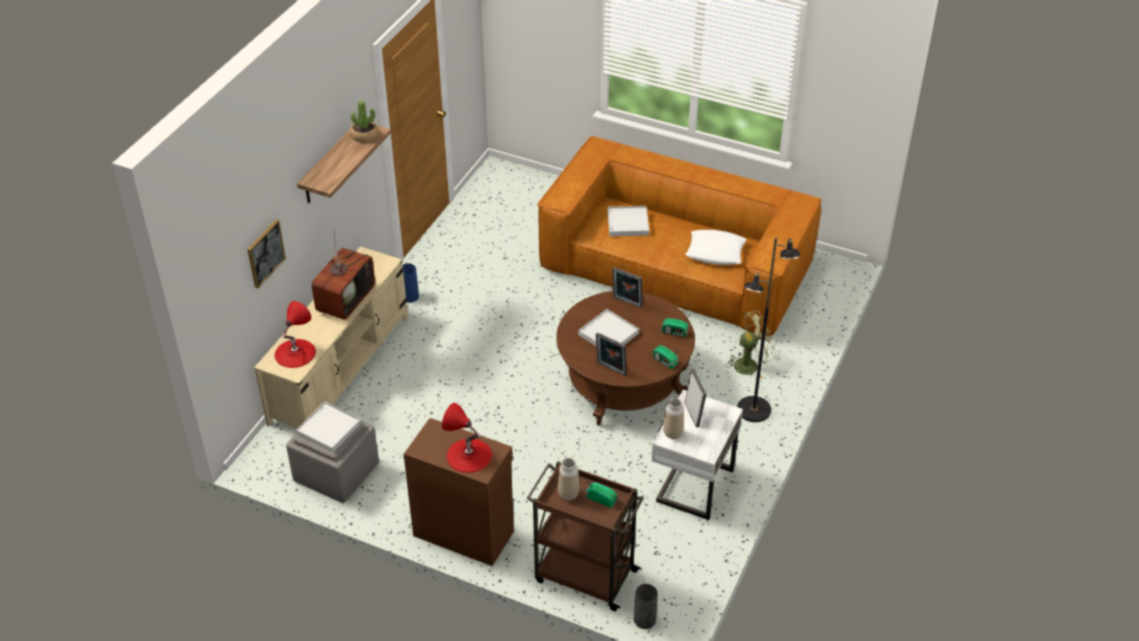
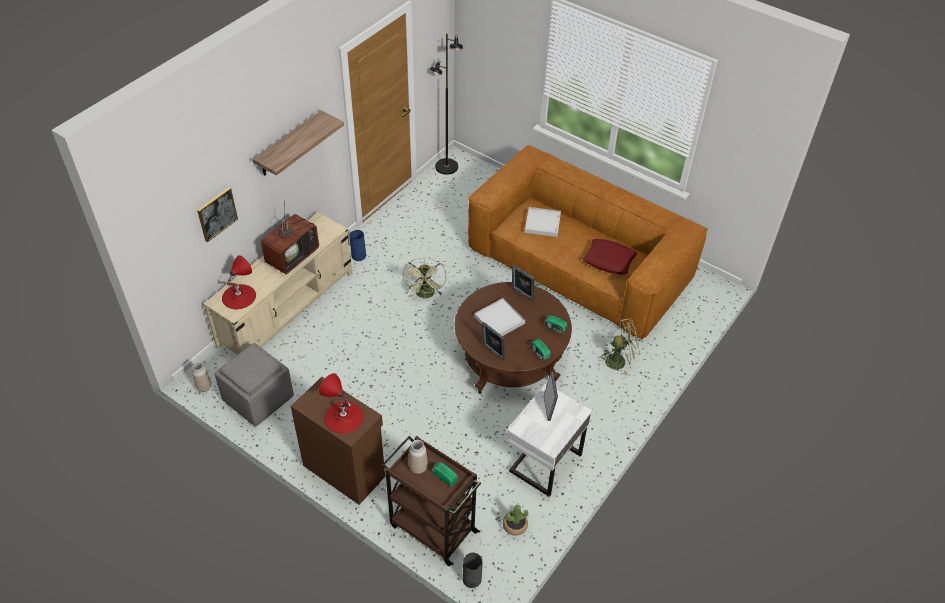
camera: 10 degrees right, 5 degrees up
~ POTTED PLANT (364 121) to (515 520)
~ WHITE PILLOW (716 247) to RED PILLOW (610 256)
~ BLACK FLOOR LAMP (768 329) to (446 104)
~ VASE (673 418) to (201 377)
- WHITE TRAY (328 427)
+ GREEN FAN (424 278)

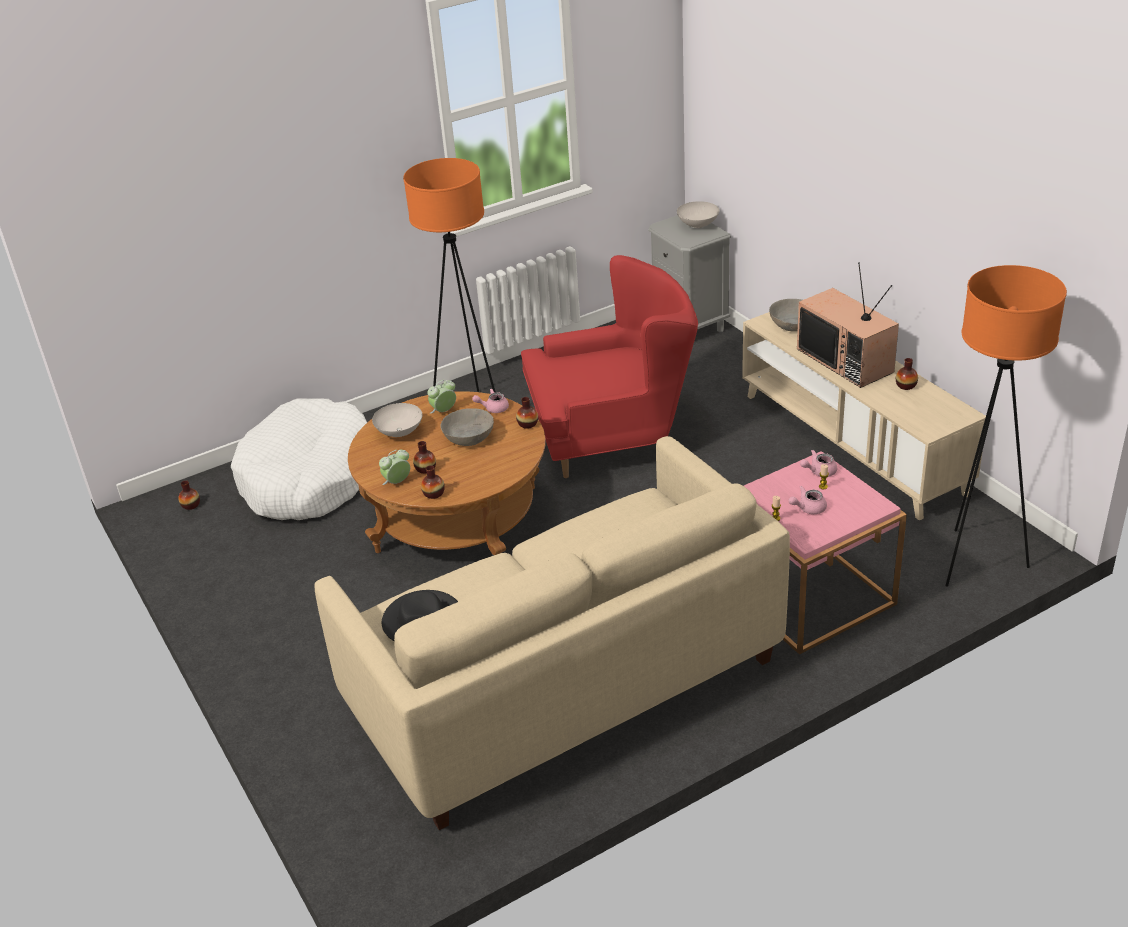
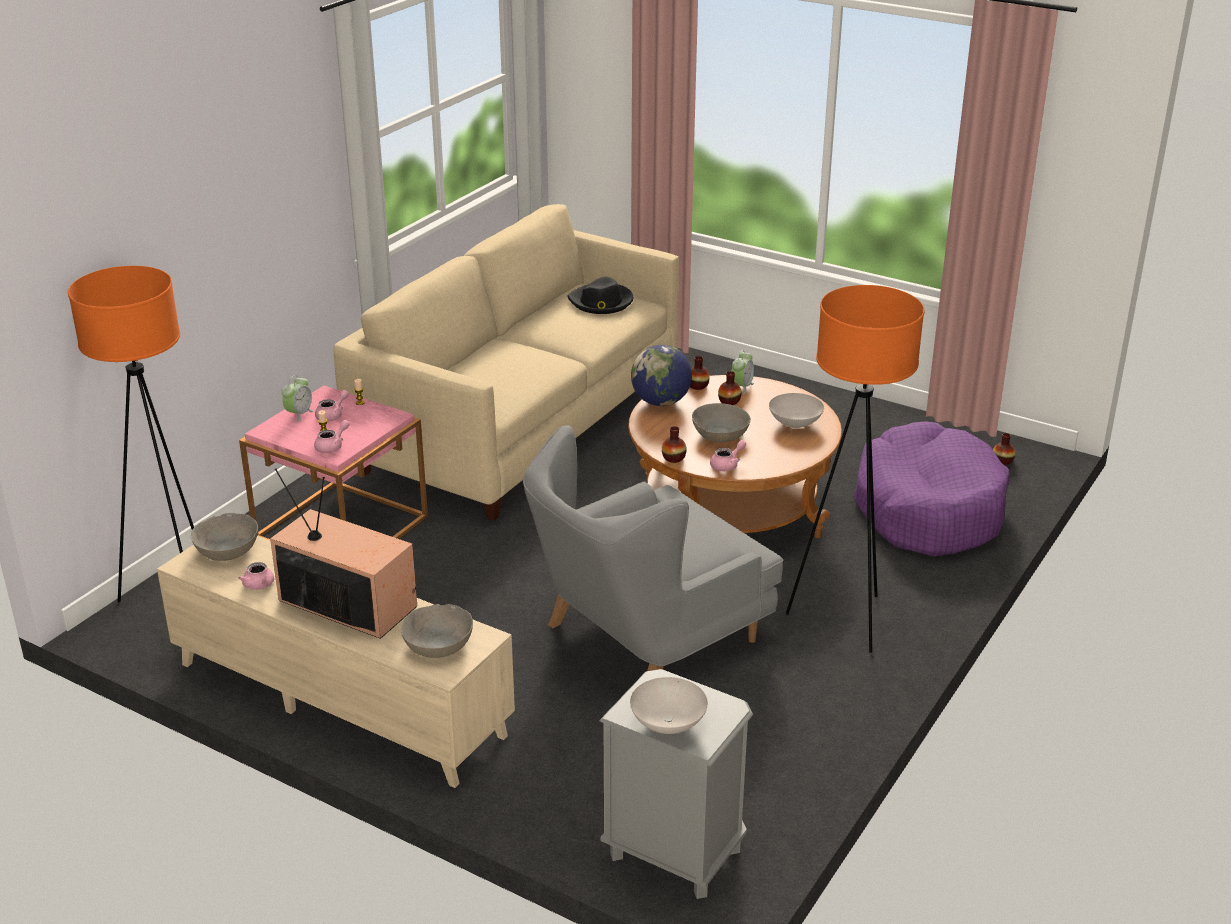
camera: 150 degrees right, 5 degrees down
~ RED ARMCHAIR (609 366) to GREY ARMCHAIR (653 548)
~ VASE (907 374) to PINK TEAPOT (256 576)
~ ALARM CLOCK (441 397) to (298 398)
~ WHITE DOG BED (299 459) to PURPLE DOG BED (931 489)
+ GLOBE (661 375)
+ GREY BOWL (224 537)

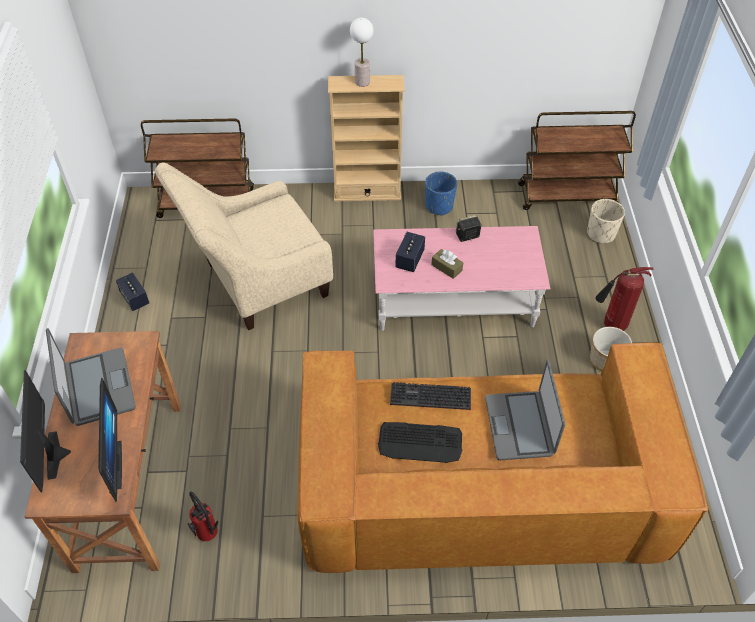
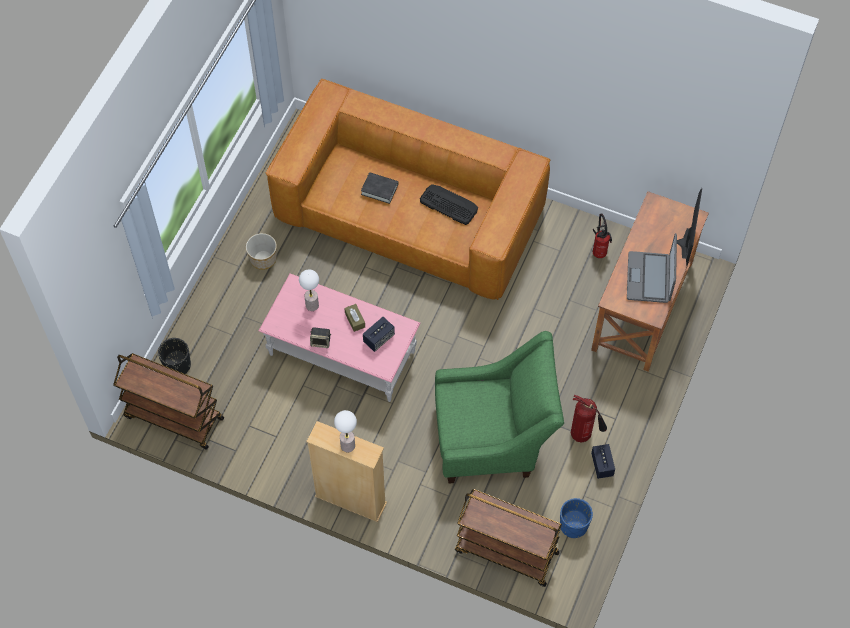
camera: 155 degrees left, 10 degrees up
~ BEIGE ARMCHAIR (244 246) to GREEN ARMCHAIR (499 407)
~ BLUE PLANTER (441 194) to (576 518)
~ BEIGE PLANTER (606 221) to BLACK PLANTER (174 356)
~ FIRE EXTINGUISHER (624 299) to (589 419)
~ LAPTOP (525 410) to BLACK BOOK (379 188)
- MONITOR (110 440)
- KEYBOARD (430 396)
+ TABLE LAMP (309 290)

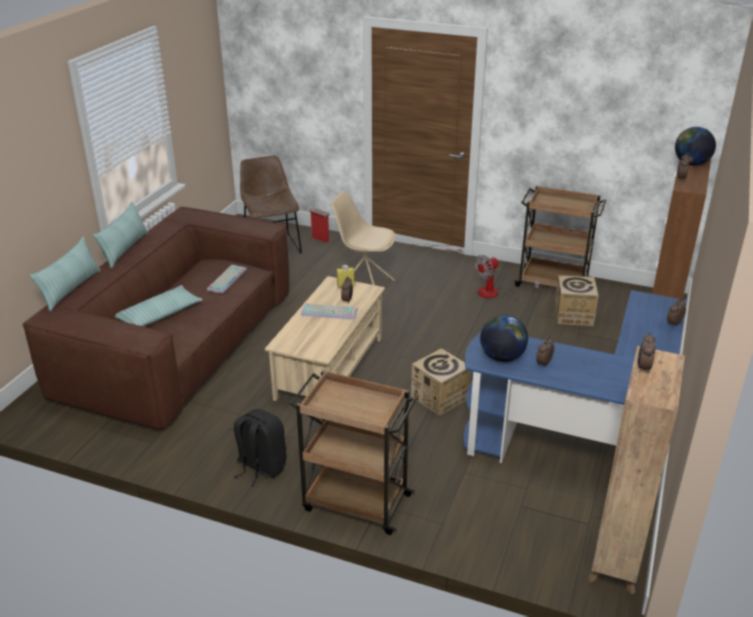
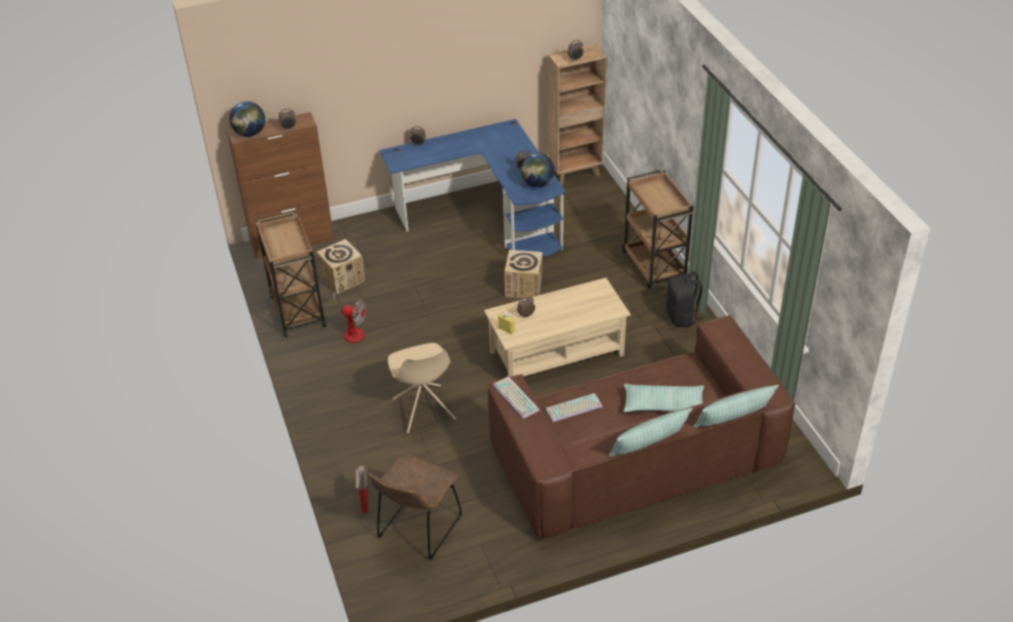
camera: 130 degrees left, 10 degrees up
~ KEYBOARD (329 311) to (516 397)

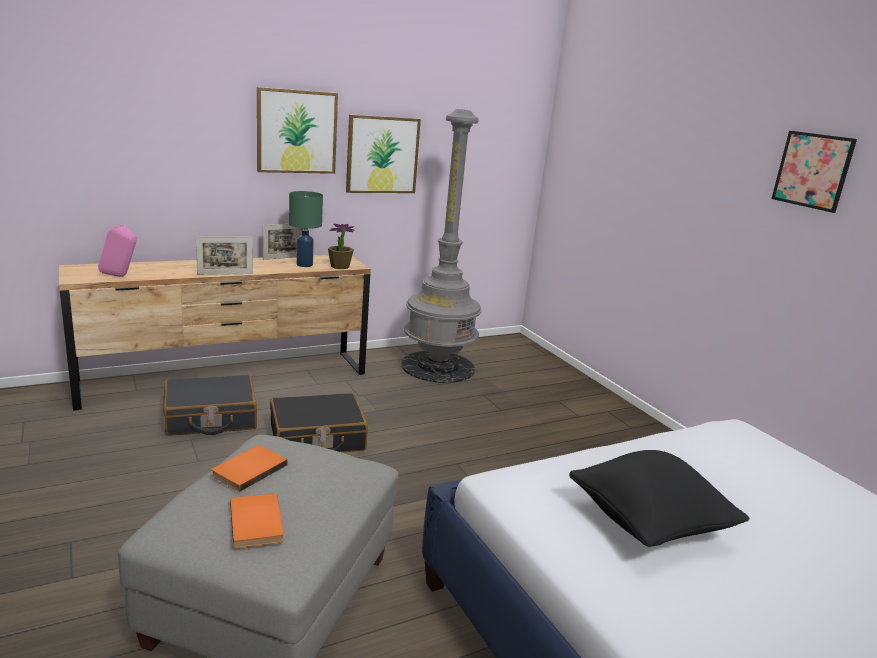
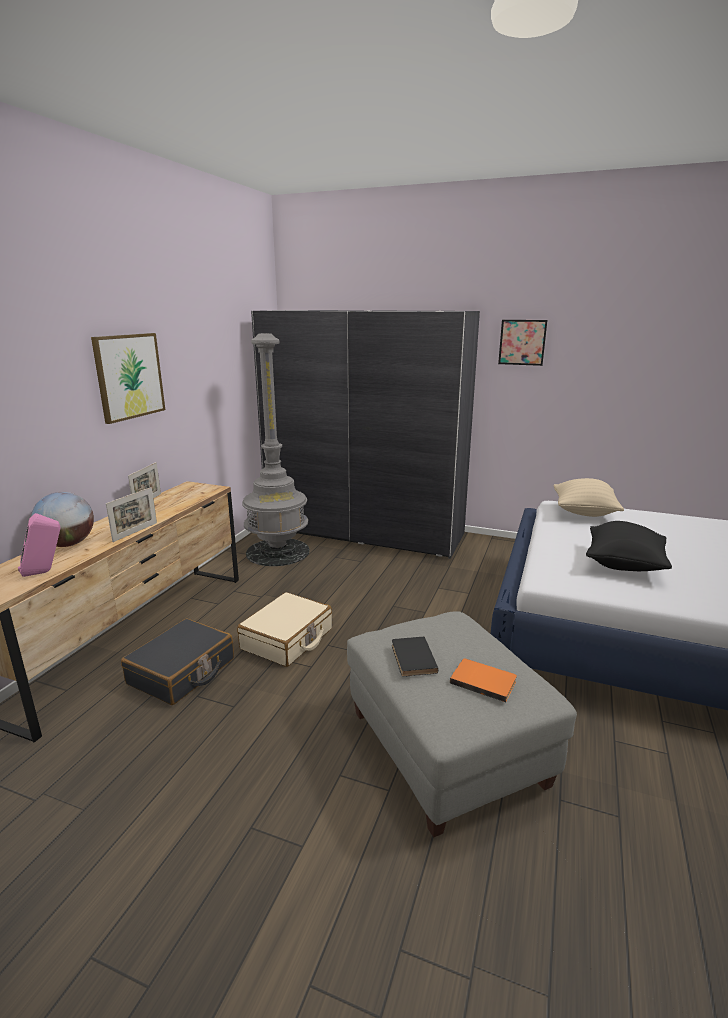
camera: 40 degrees left, 0 degrees up
- PICTURE (383 153)
- GREEN TABLE LAMP (306 229)
- POTTED PLANT (341 246)
~ BLACK SUITCASE (319 422) to BEIGE SUITCASE (284 629)
~ ORANGE BOOK (249 468) to BLACK BOOK (415 657)
+ GREY WARDROBE (365 434)
+ BEIGE PILLOW (589 497)
+ GLOBE (62 519)

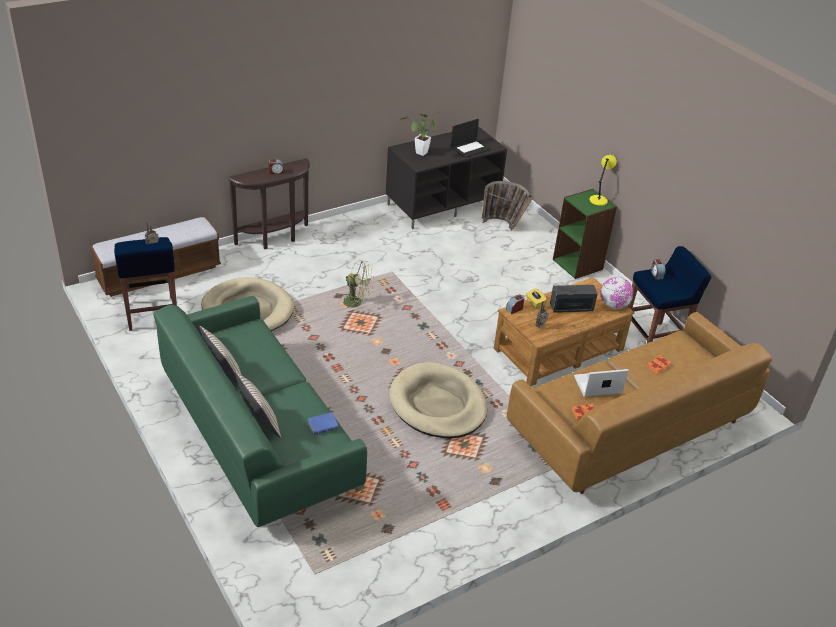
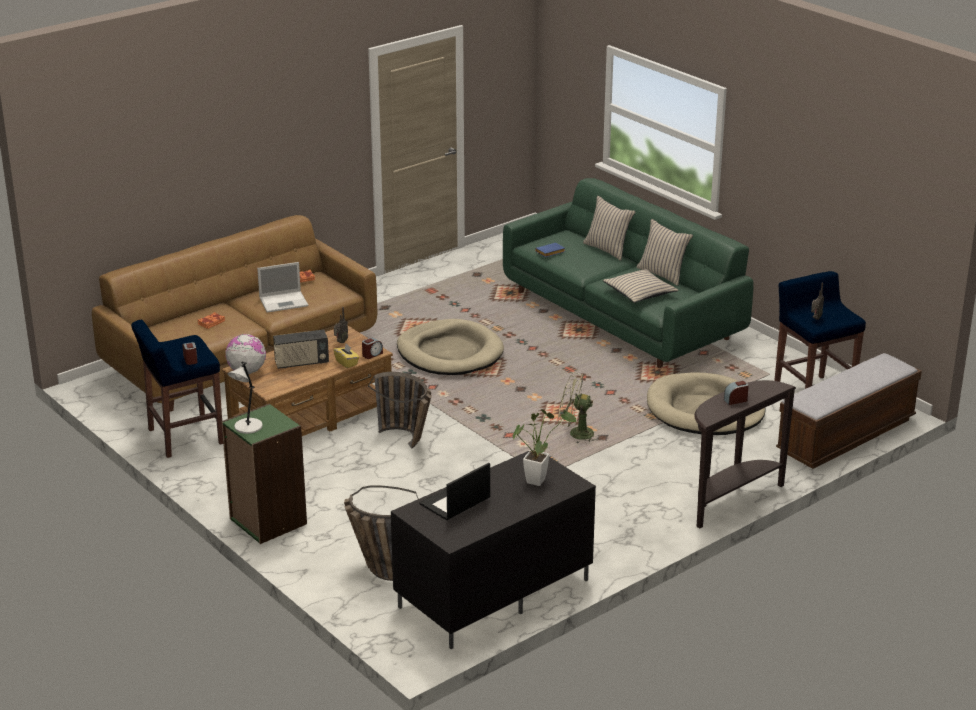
camera: 175 degrees right, 10 degrees down
~ YELLOW TABLE LAMP (603 180) to GREY TABLE LAMP (245 398)
+ BEIGE PILLOW (641 286)
+ BASKET (399 410)

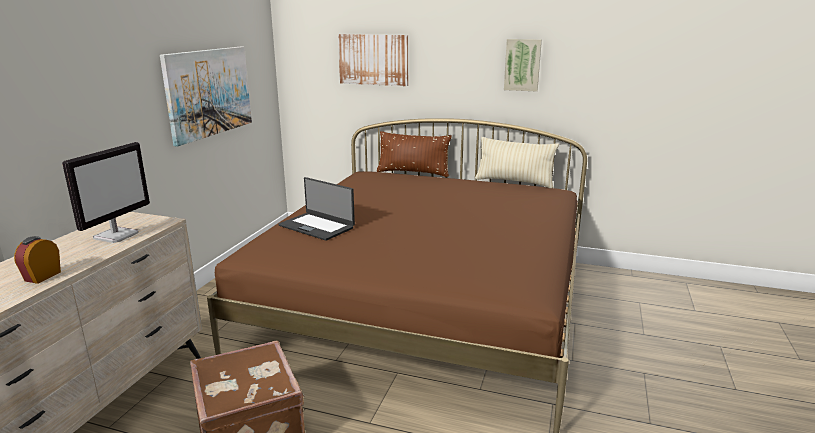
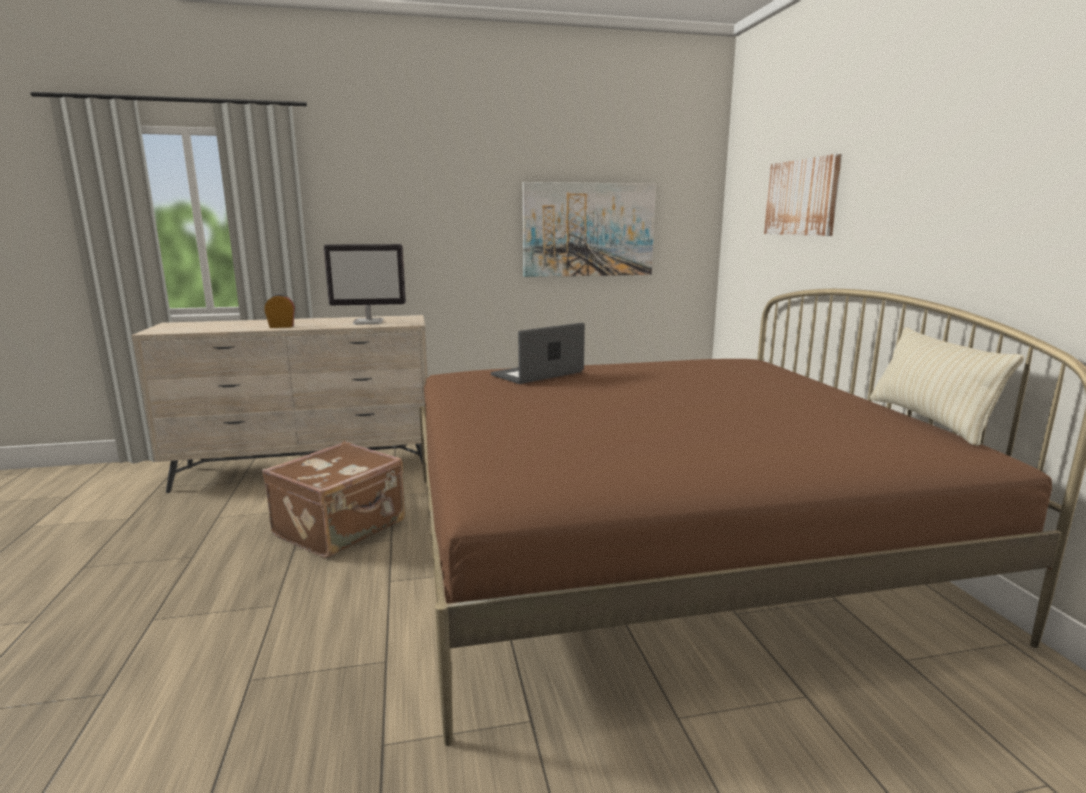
camera: 60 degrees right, 5 degrees down
- PICTURE (523 65)
- BROWN PILLOW (414 154)
~ LAPTOP (317 209) = (538 353) 45 degrees clockwise

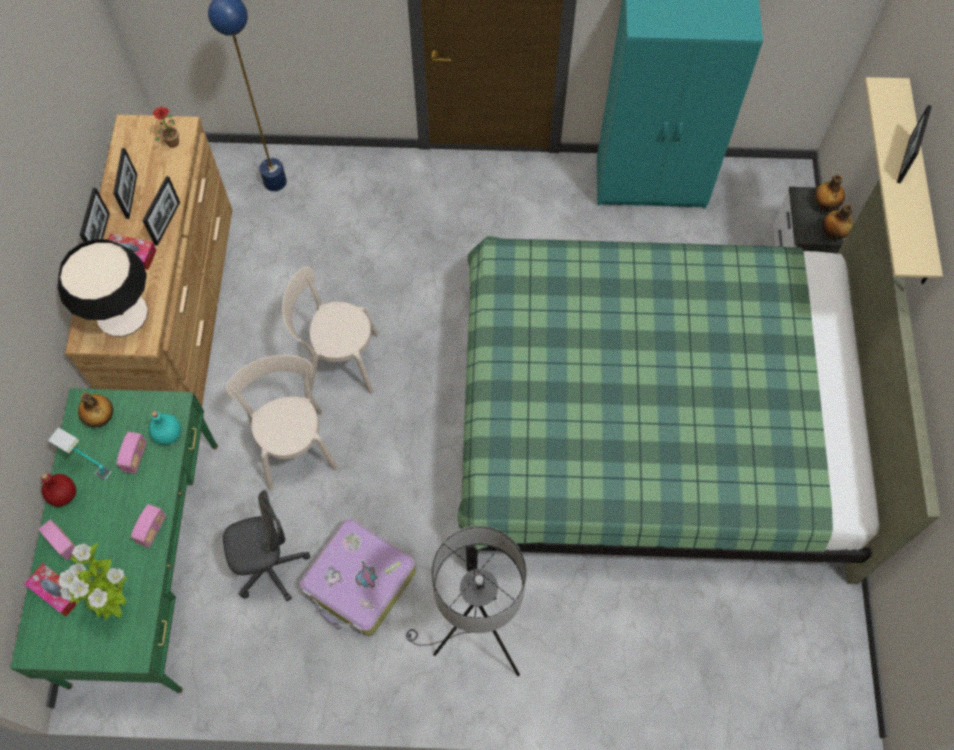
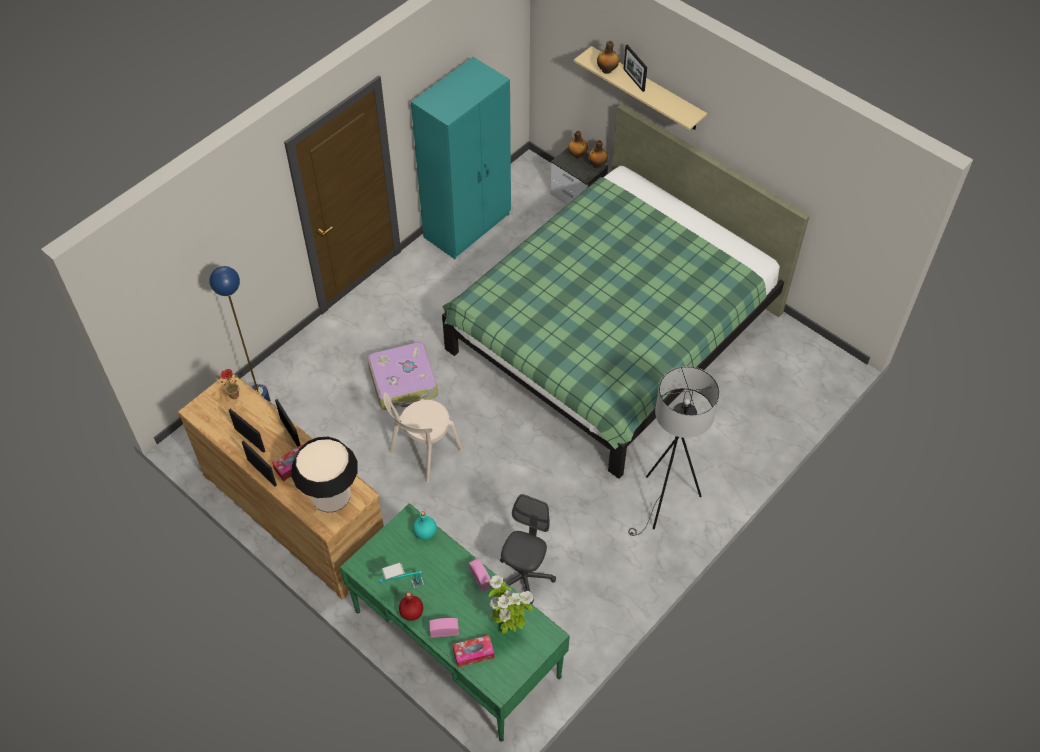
camera: 50 degrees left, 10 degrees down
- BEIGE CHAIR (282 422)
~ BOTTLE (95 409) to (608 57)
- RADIO (131 453)
~ SUITCASE (358 577) to (403 376)

